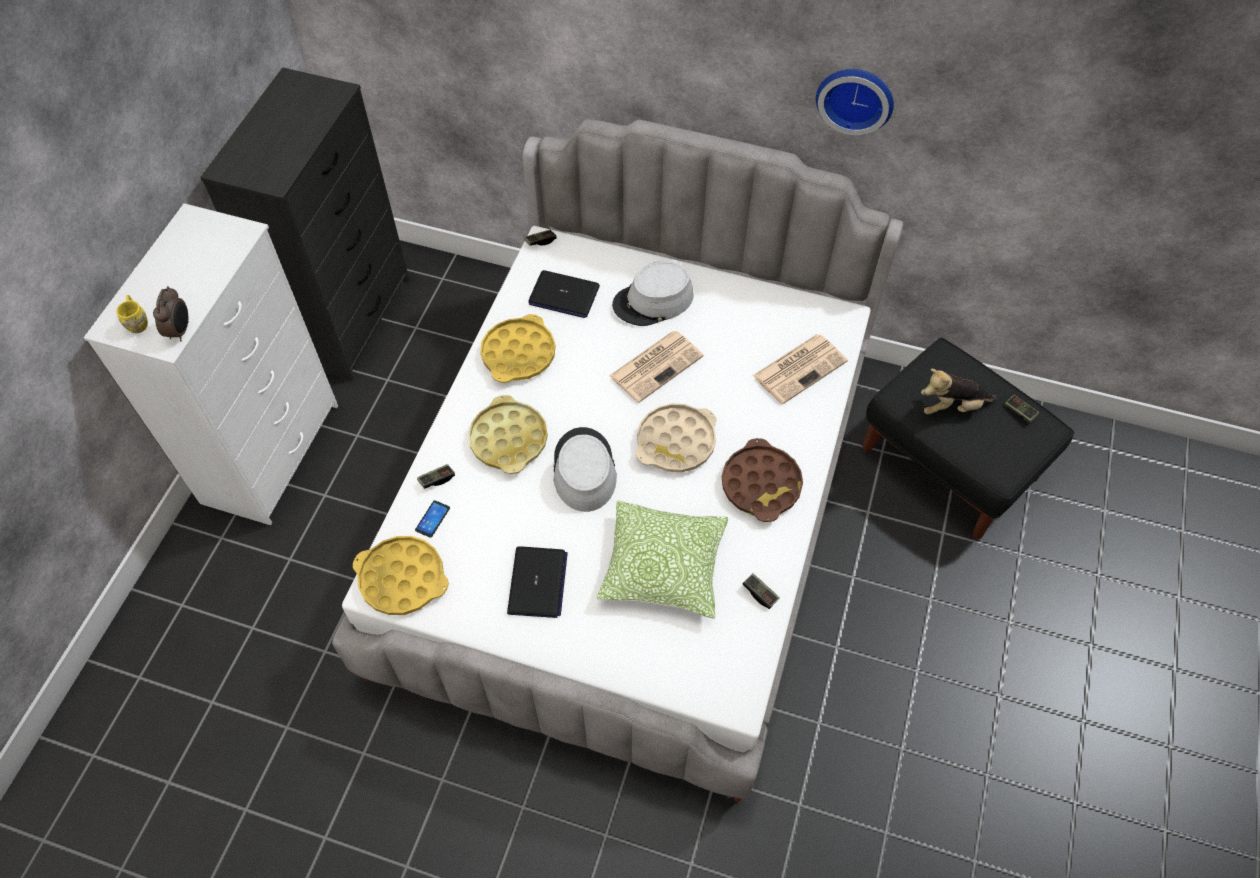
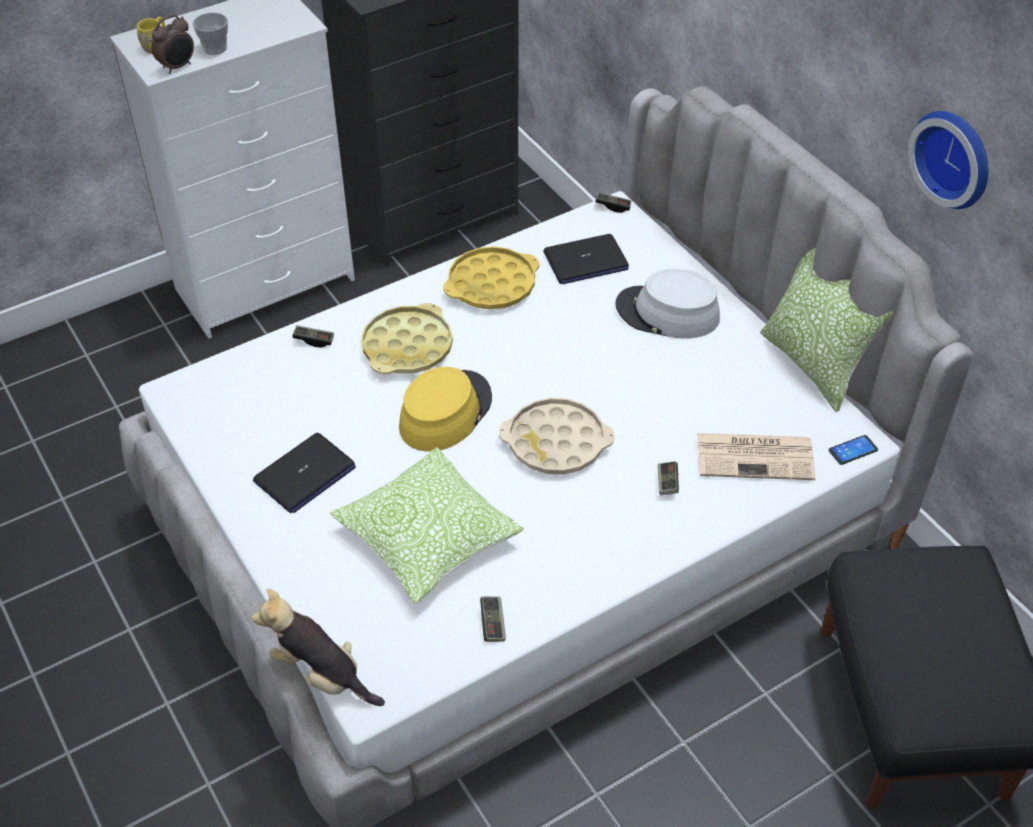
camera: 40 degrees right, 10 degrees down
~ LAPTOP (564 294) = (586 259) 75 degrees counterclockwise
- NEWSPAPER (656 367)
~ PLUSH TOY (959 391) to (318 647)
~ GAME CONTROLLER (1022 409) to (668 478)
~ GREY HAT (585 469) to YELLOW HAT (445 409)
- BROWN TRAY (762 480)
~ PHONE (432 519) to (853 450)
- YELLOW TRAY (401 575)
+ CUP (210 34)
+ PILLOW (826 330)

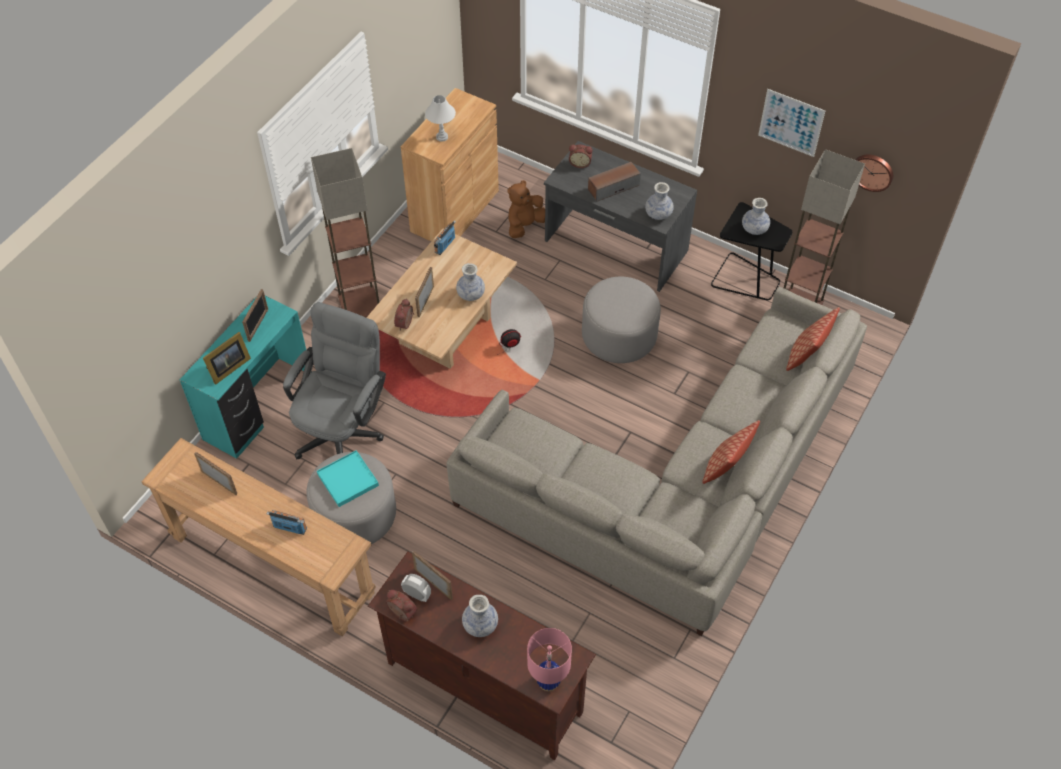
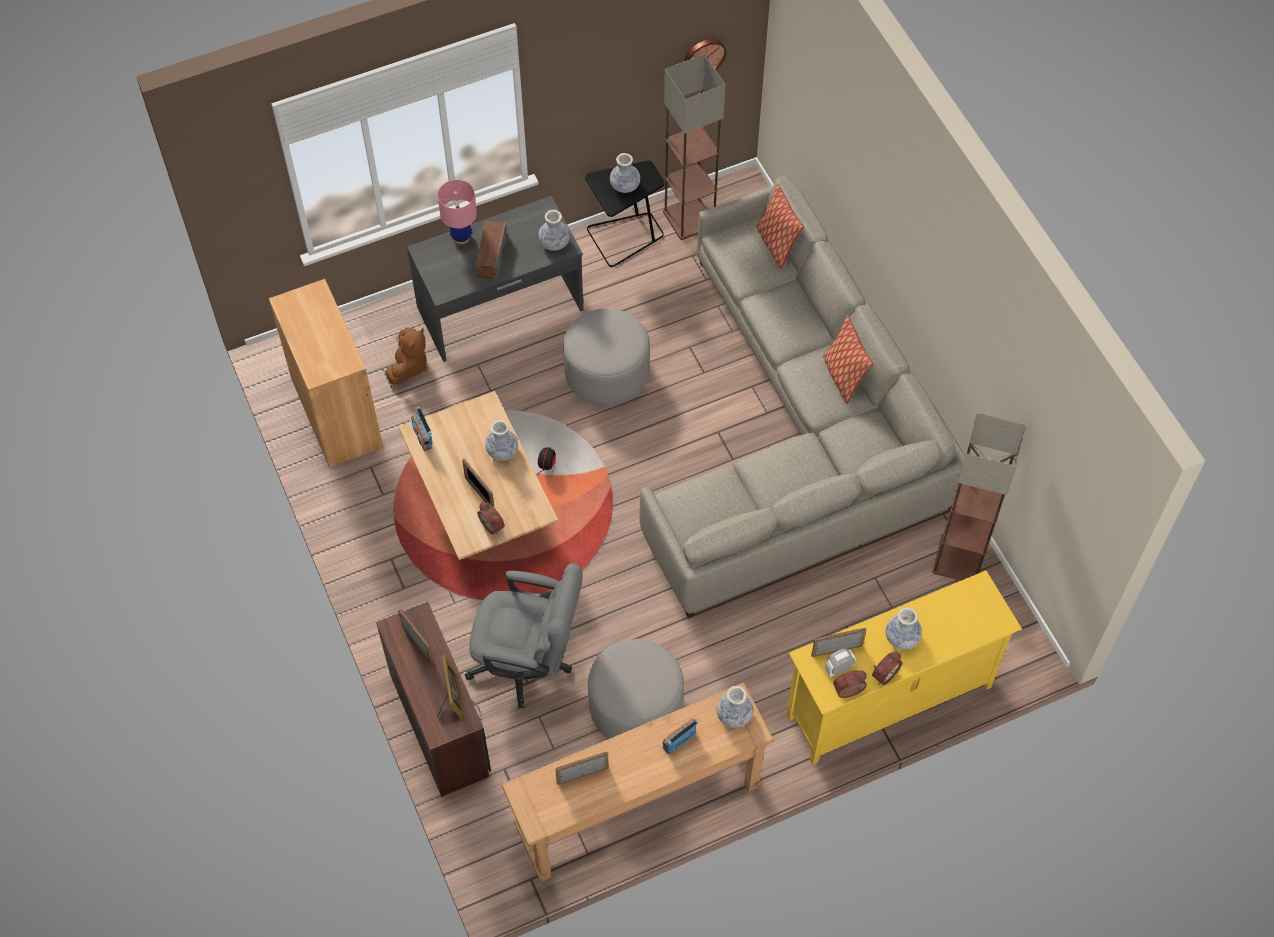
camera: 55 degrees left, 5 degrees up
- PICTURE (791 123)
- WHITE TABLE LAMP (440 118)
~ ALARM CLOCK (581 156) to (887 668)
~ FLOOR LAMP (345 233) to (979 497)
~ BROWN PLUSH TOY (526 209) = (407 355) 150 degrees counterclockwise
~ TURQUOISE DESK (246 377) to BROWN DESK (433 699)
~ GREY OFFICE CHAIR (334 380) = (524 635) 135 degrees clockwise
- TURQUOISE TRAY (348 478)
~ BROWN TV STAND (482 656) to YELLOW TV STAND (904 667)
~ PINK TABLE LAMP (549 659) to (457 212)
+ VASE (735 707)

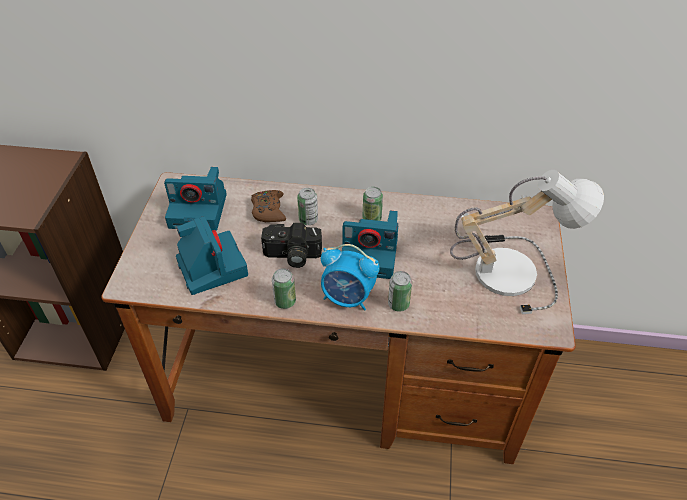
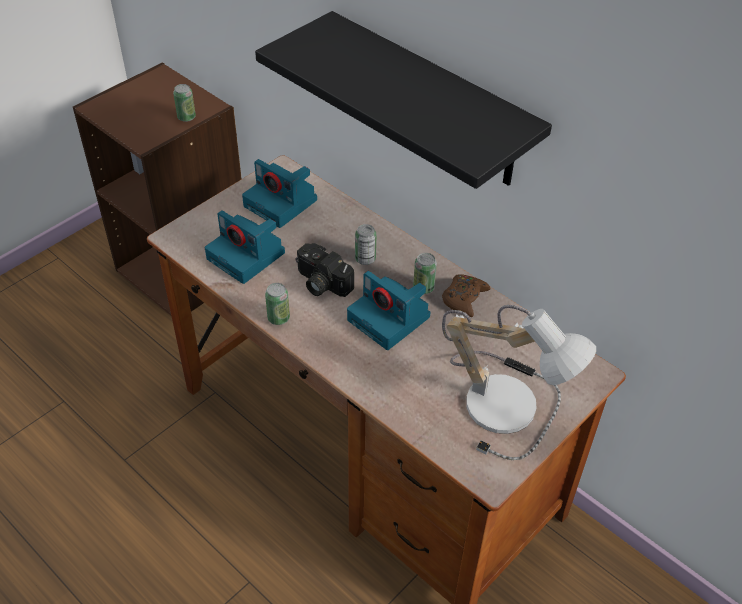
camera: 35 degrees right, 0 degrees up
~ BROWN GAME CONTROLLER (268 206) to (466 295)
~ PHOTO CAMERA (212 255) = (245 247) 120 degrees clockwise
- ALARM CLOCK (350 277)
~ CAN (400 291) to (184 103)
+ BLACK SHELF (403 100)

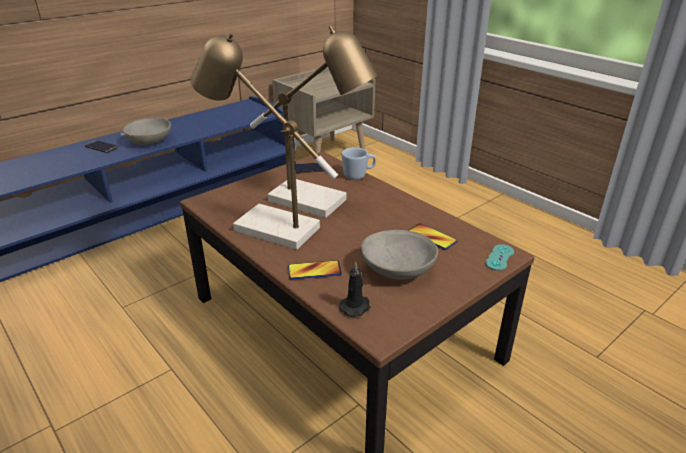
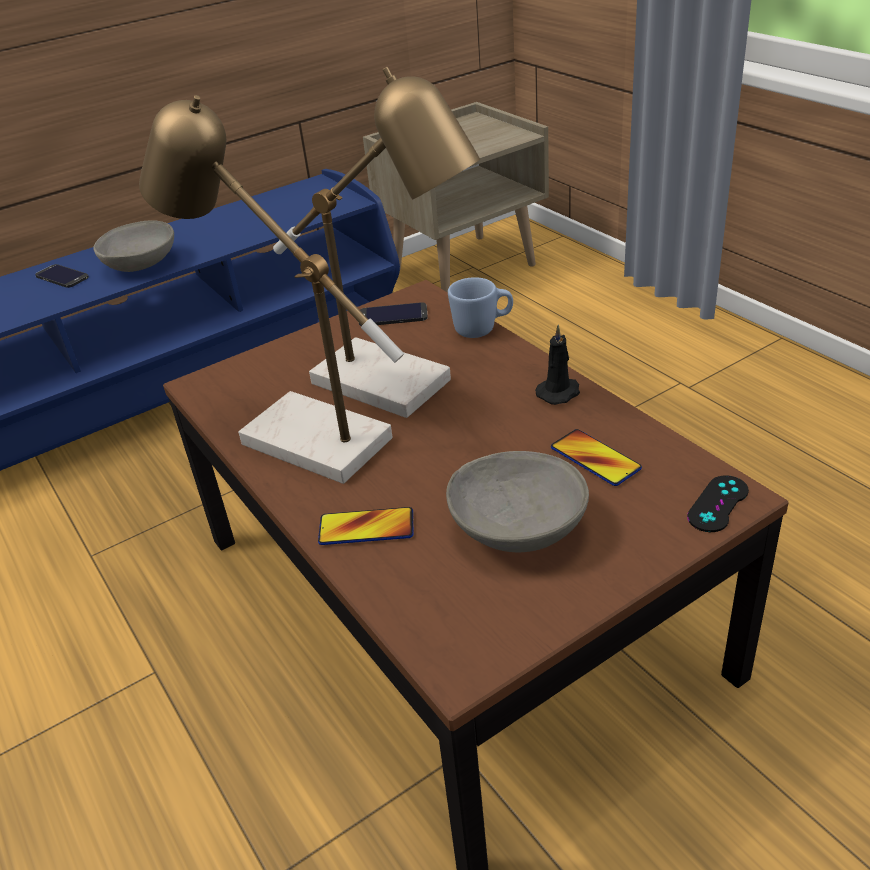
camera: 10 degrees right, 5 degrees up
~ TURQUOISE GAME CONTROLLER (499 257) to BLACK GAME CONTROLLER (718 503)
~ BLACK CANDLE (354 289) to (557 364)

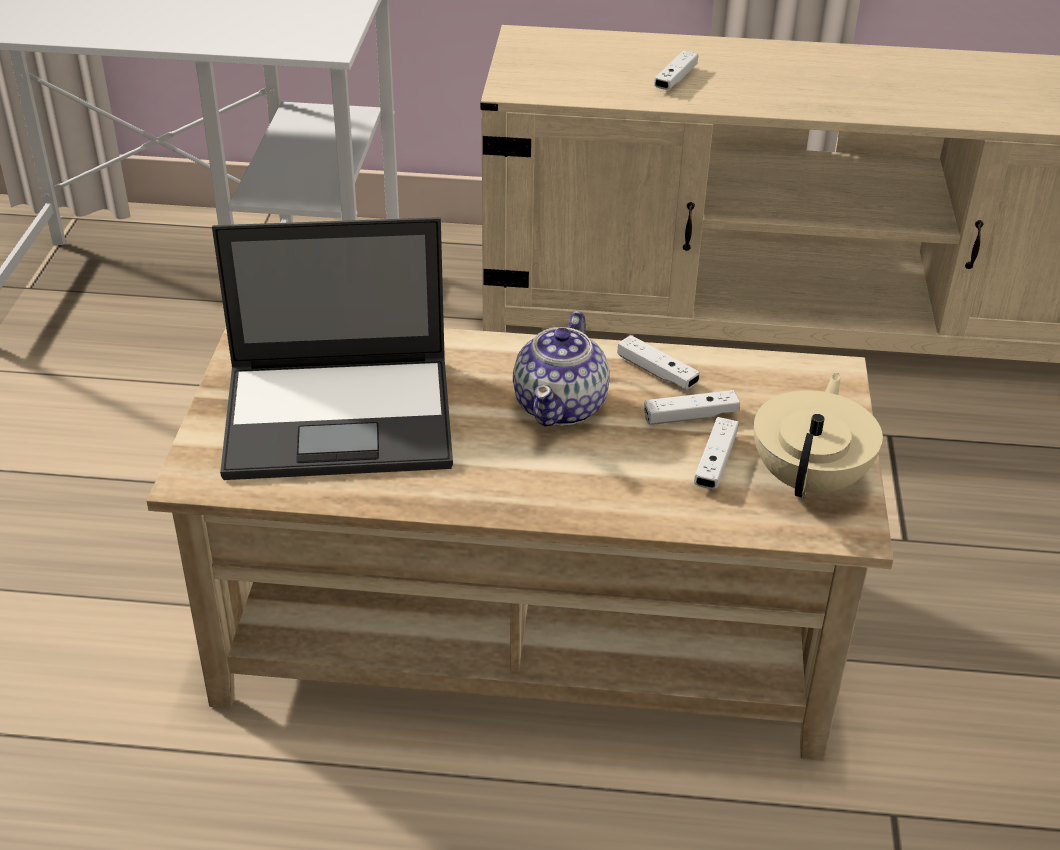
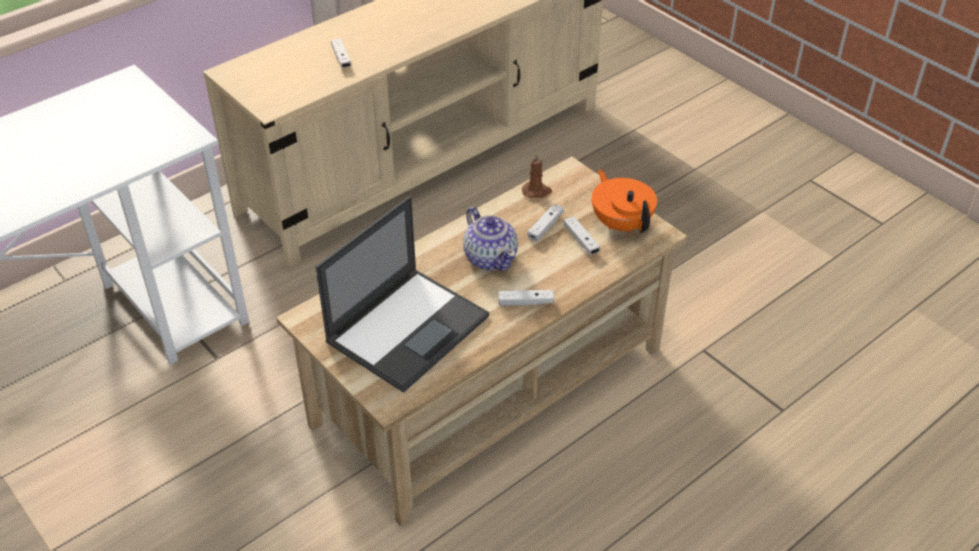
camera: 45 degrees left, 5 degrees up
~ WHITE GAME CONTROLLER (659 362) to (526 298)
~ BEIGE TEAPOT (818 435) to ORANGE TEAPOT (624 201)
+ BROWN CANDLE (537 175)

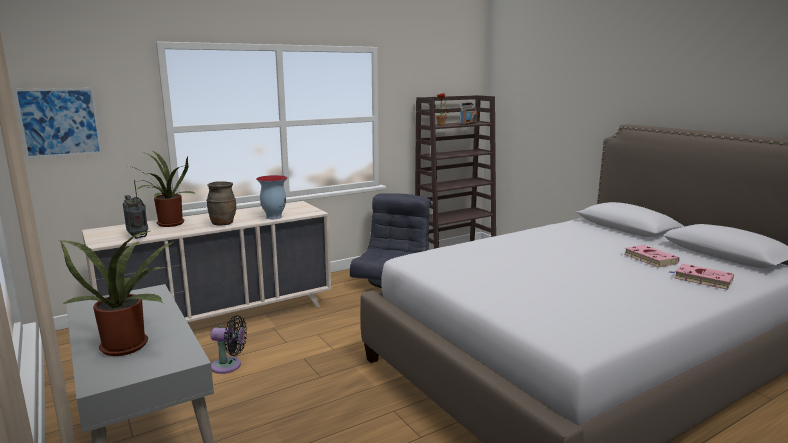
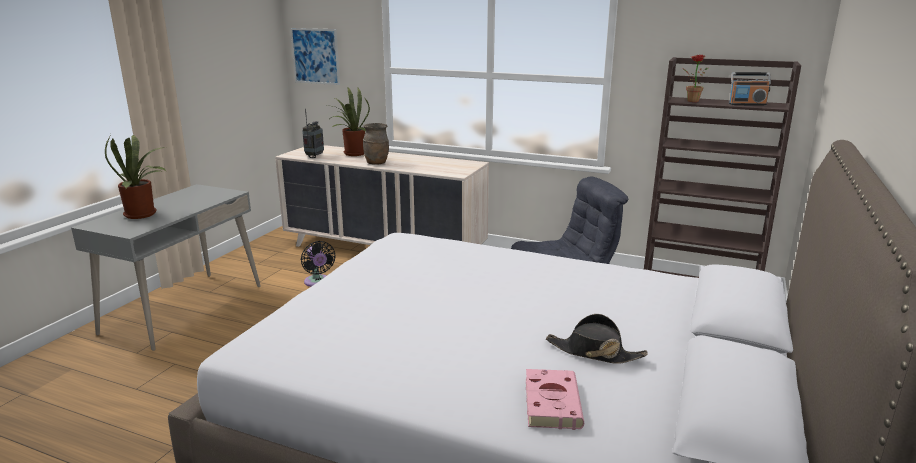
camera: 55 degrees right, 5 degrees up
- VASE (271 197)
~ PINK BOOK (652 256) to BLACK HAT (597 339)

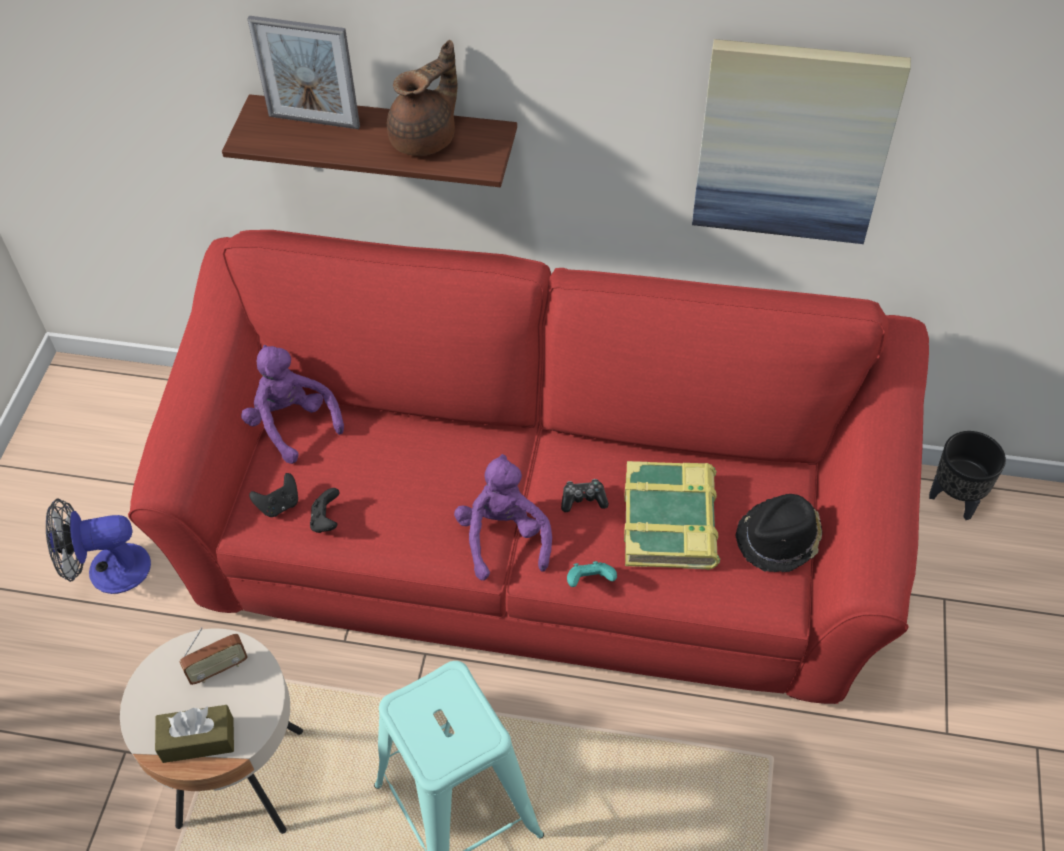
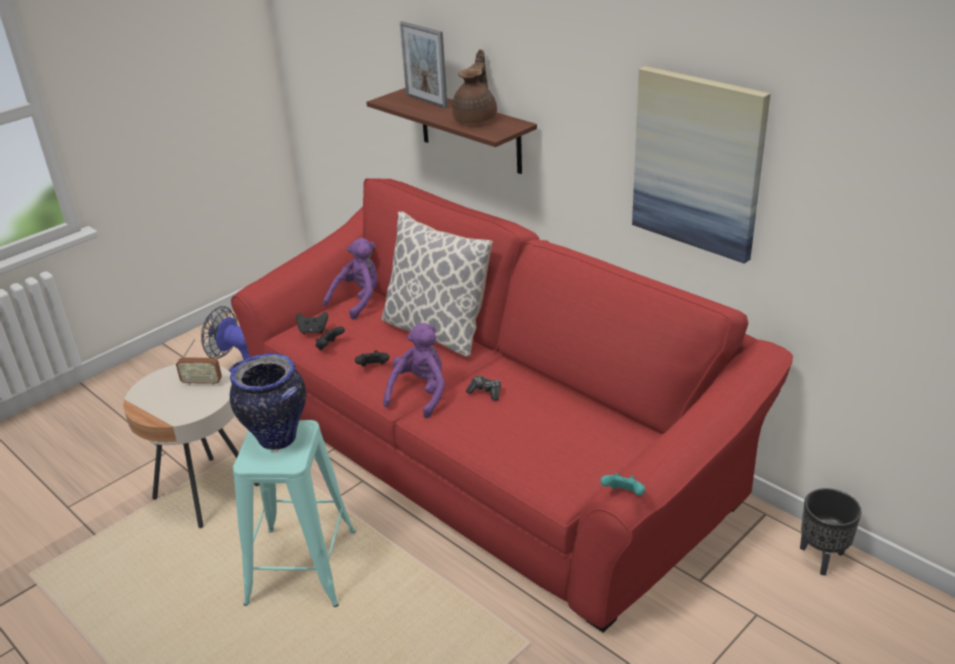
camera: 35 degrees right, 20 degrees down
~ BROWN TEAPOT (422 98) = (474 86) 60 degrees counterclockwise
~ PURPLE PLUSH TOY (292 404) = (350 279) 45 degrees clockwise
- BOOK (672 515)
- BLACK HAT (778 533)
~ TURQUOISE GAME CONTROLLER (592 574) to (622 484)
- BROWN TISSUE BOX (194 734)
+ PILLOW (437 284)
+ BLACK GAME CONTROLLER (372 358)
+ VASE (268 401)

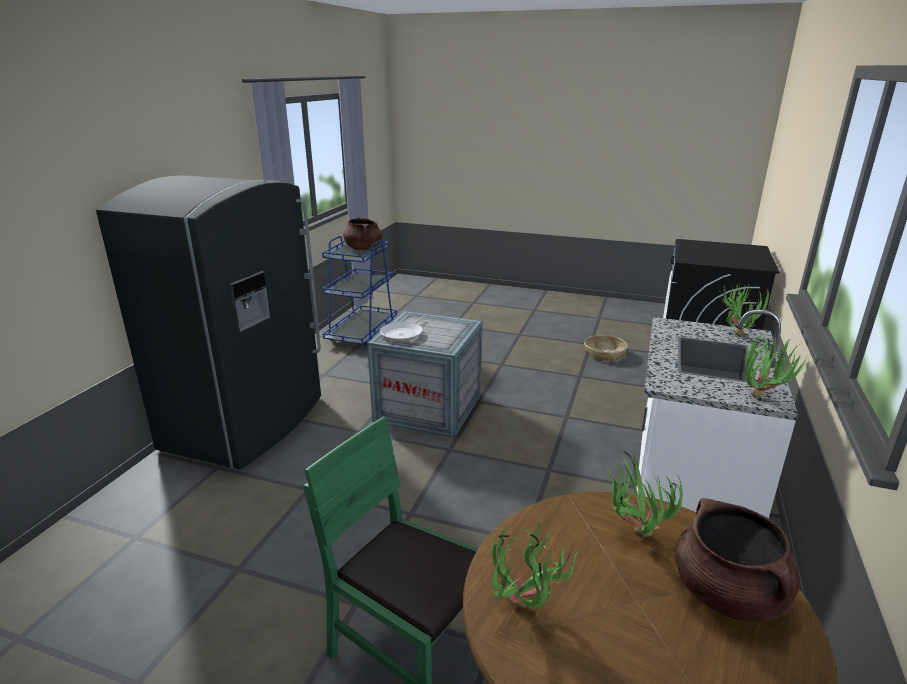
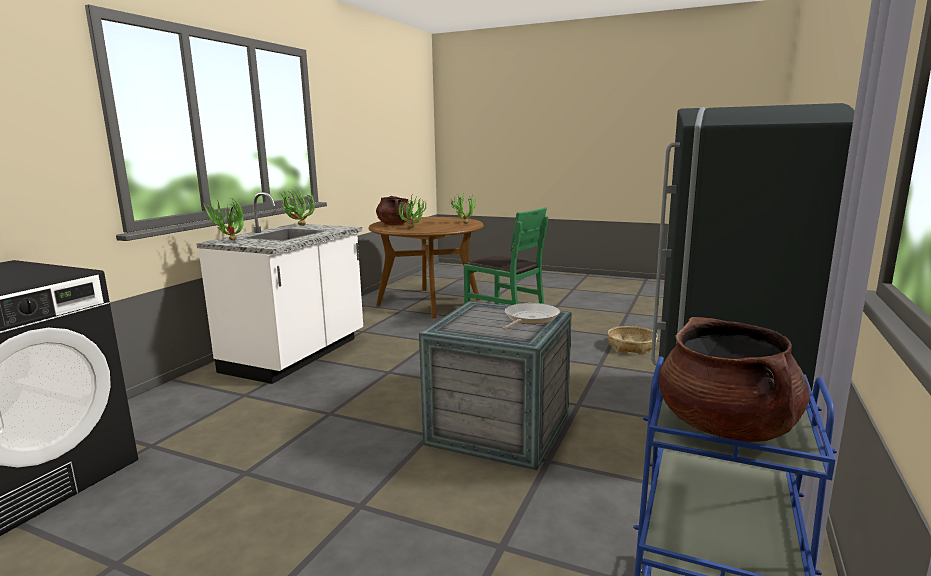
camera: 175 degrees left, 10 degrees down
~ BASKET (606 348) to (633 340)

